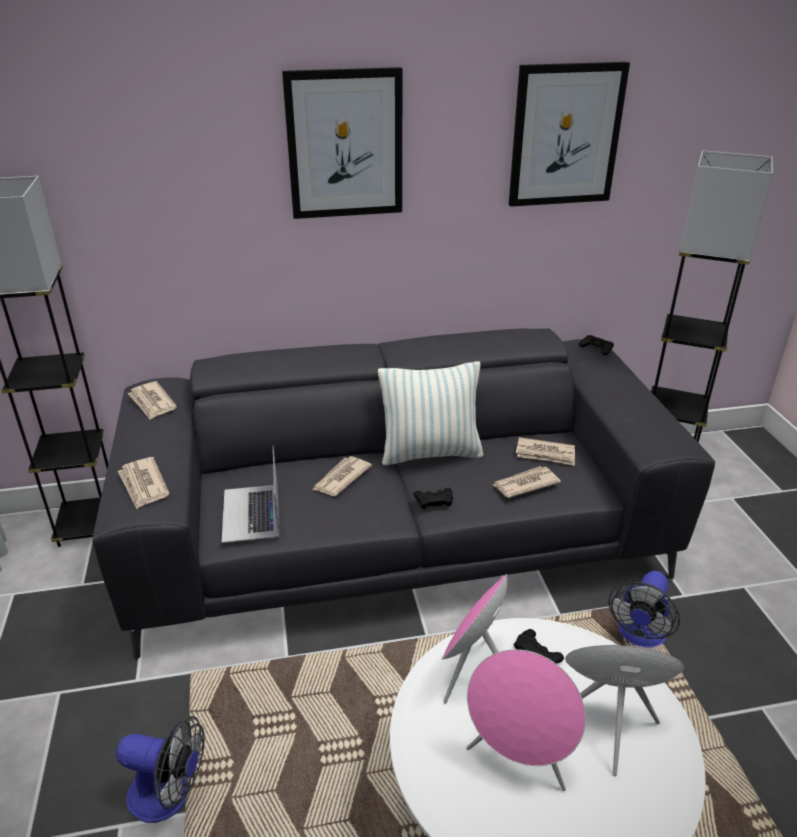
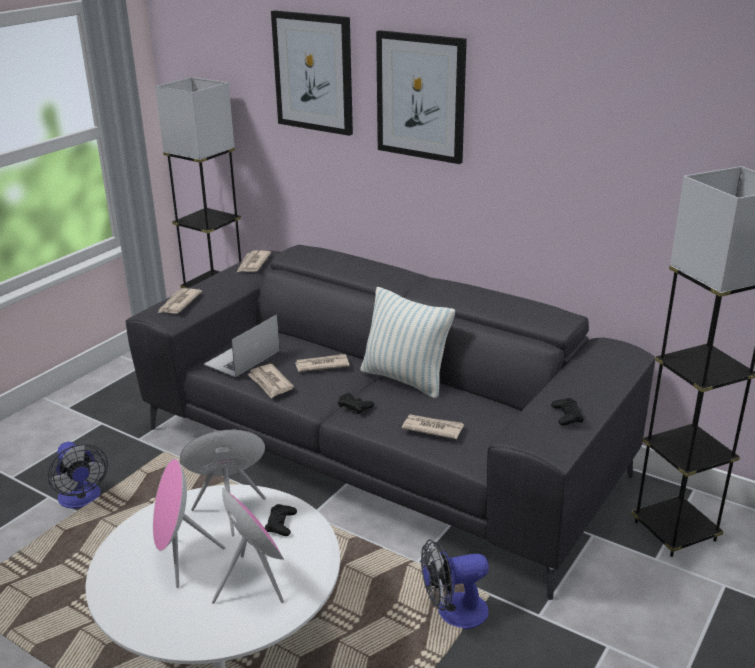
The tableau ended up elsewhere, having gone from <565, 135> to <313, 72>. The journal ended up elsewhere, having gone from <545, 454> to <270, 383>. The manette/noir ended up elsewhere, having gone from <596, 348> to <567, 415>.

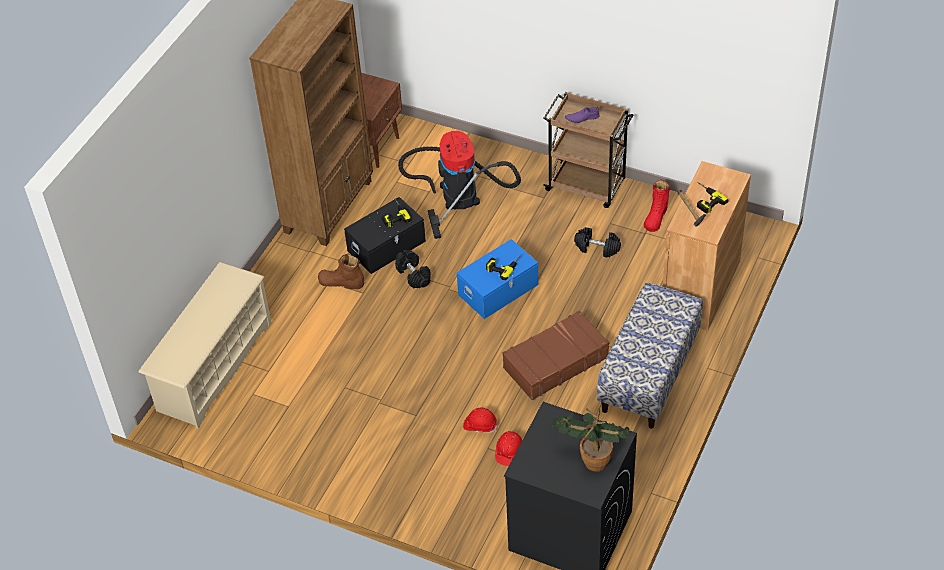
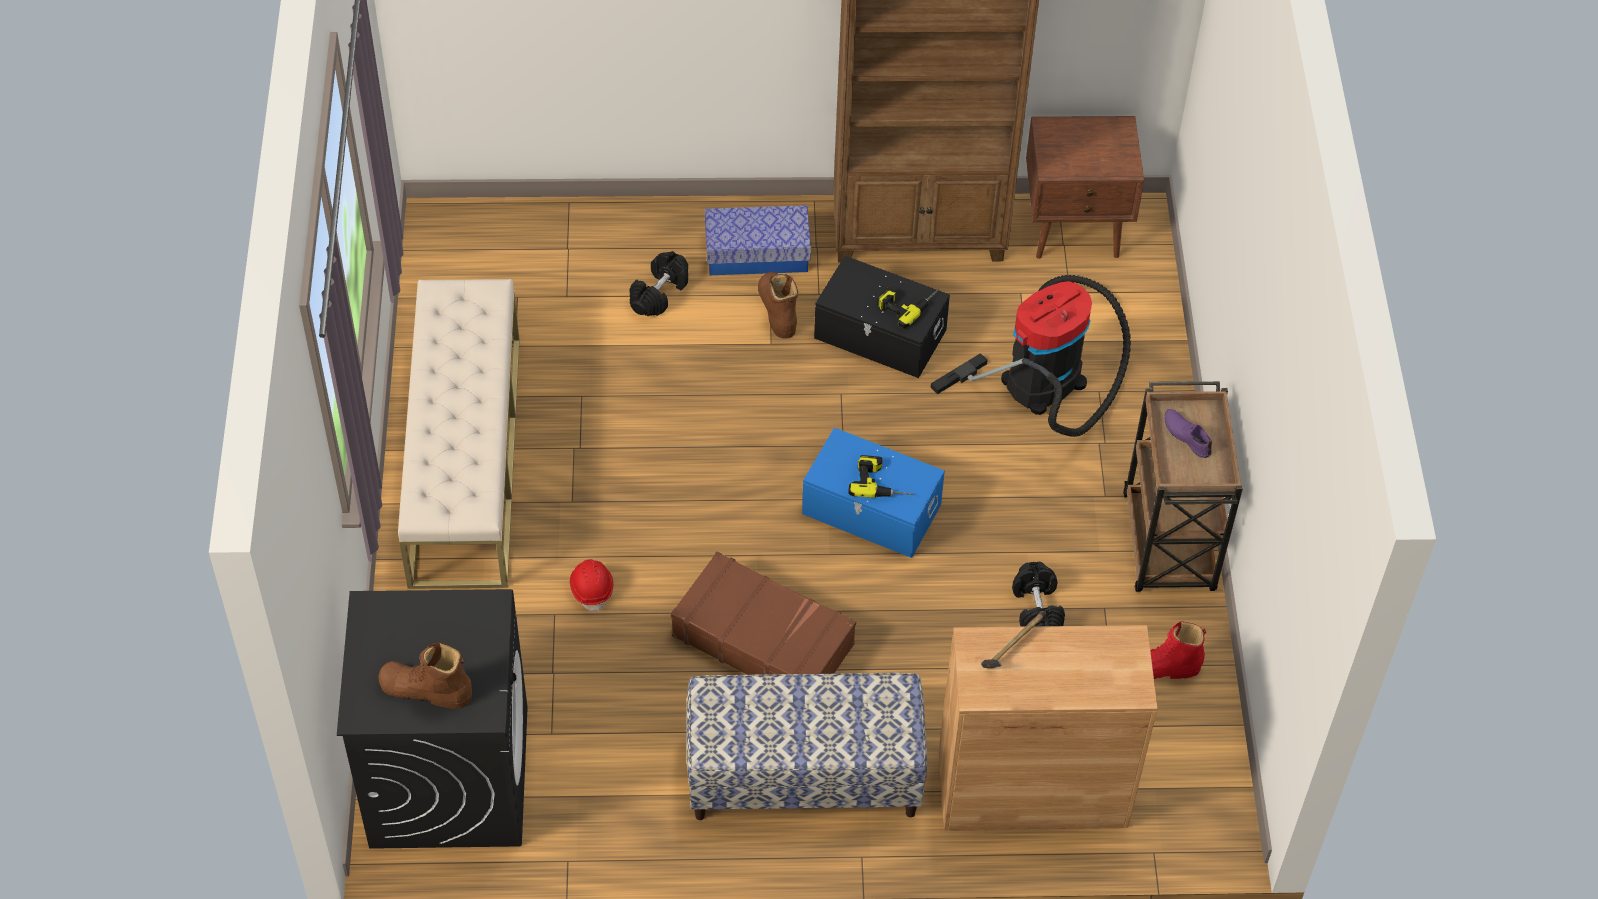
The second view lost the étagère à chaussures/beige at <214, 366>. The second view lost the casque de chantier/rouge at <509, 452>. The second view lost the perceuse at <705, 199>. The second view gained the banc/beige at <465, 459>. The second view gained the boîte de rangement at <757, 253>. The haltère/noir ended up elsewhere, having gone from <414, 275> to <659, 294>. Where the plante en pot stood at <591, 459>, the botte/marron came to stand at <426, 689>.

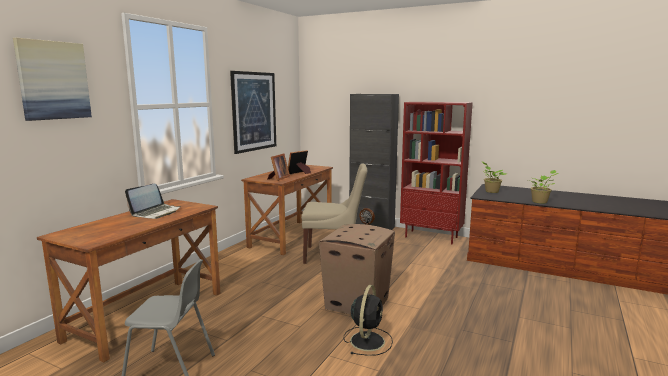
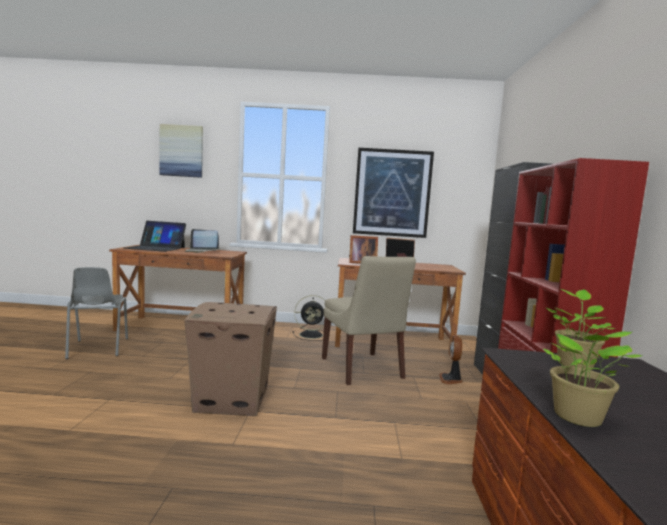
The second view gained the ordinateur portable at <155, 248>. The ventilateur/noir ended up elsewhere, having gone from <367, 340> to <312, 335>.

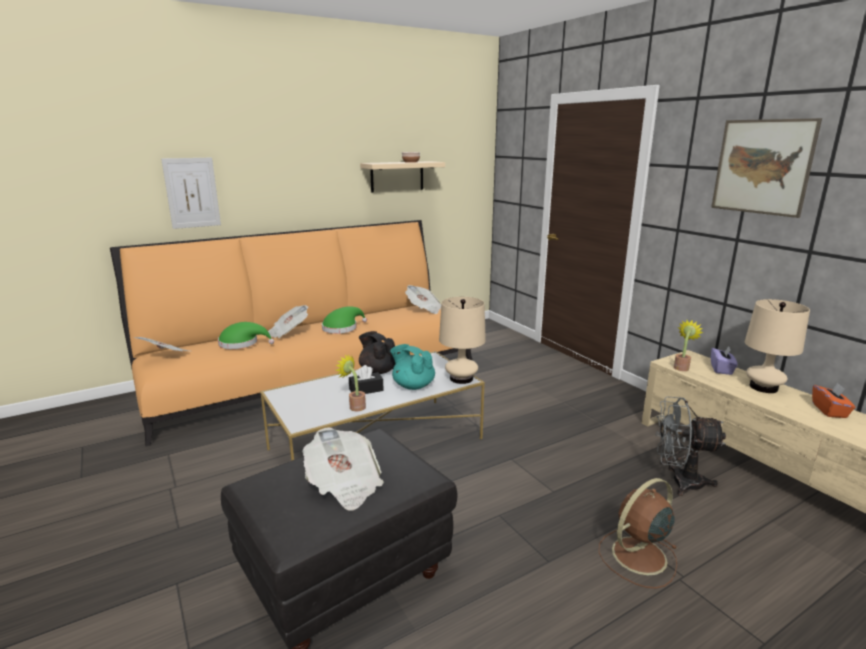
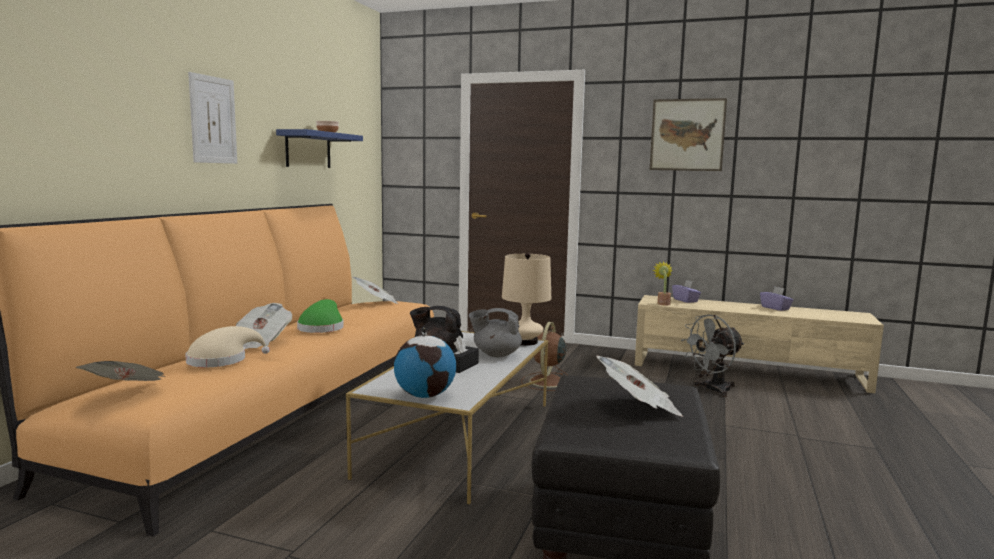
The second view lost the plante en pot at <355, 406>. The second view lost the lampe de table/beige at <763, 387>. The second view gained the globe at <425, 395>. The tableau ended up elsewhere, having gone from <192, 193> to <213, 120>. The ventilateur/marron ended up elsewhere, having gone from <637, 556> to <547, 382>. What was the chapeau/vert at <242, 343> turned into the chapeau/beige at <222, 360>. What was the étagère/beige at <397, 176> turned into the étagère/bleu at <308, 150>. What was the théière/turquoise at <413, 385> turned into the théière/gris at <496, 354>. What was the boîte à mouchoirs/orange at <829, 411> turned into the boîte à mouchoirs/violet at <775, 308>.

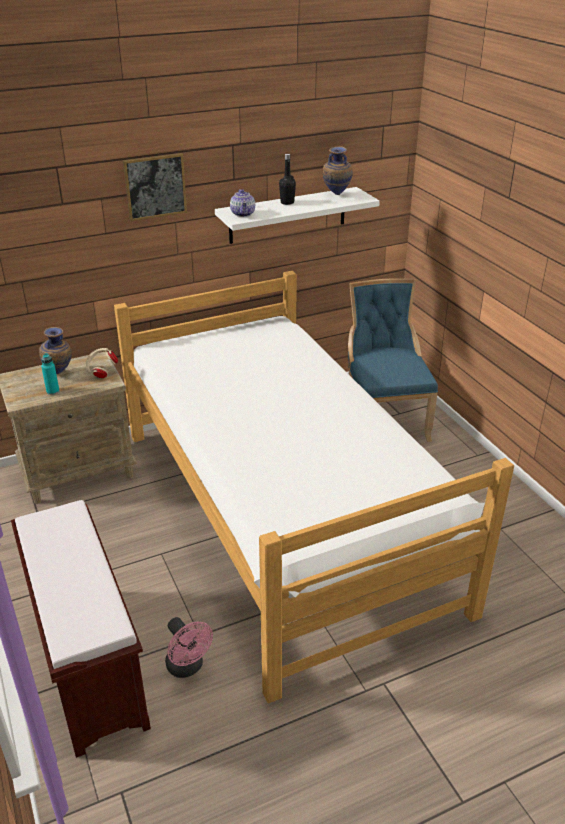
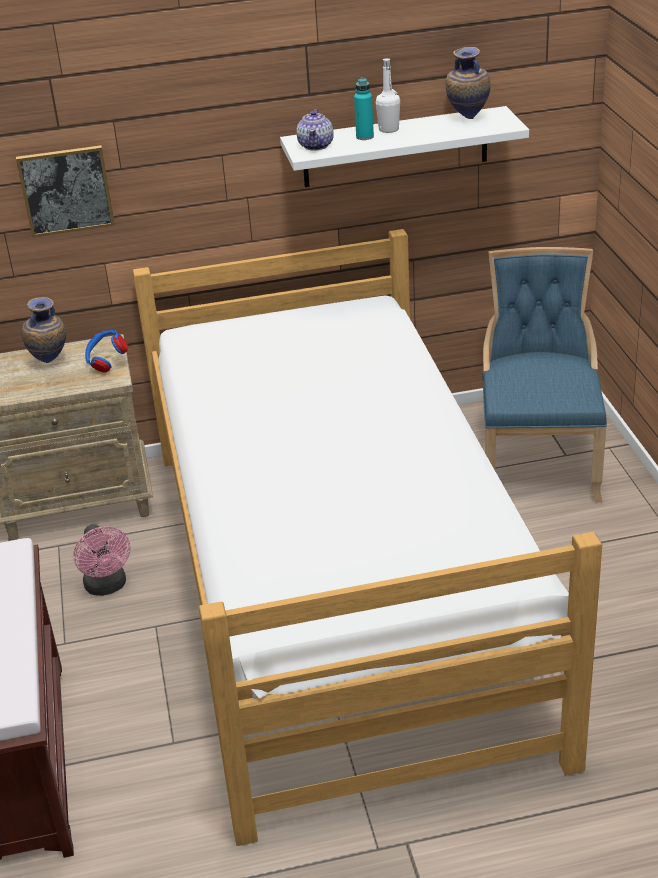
The bouteille/turquoise ended up elsewhere, having gone from <53, 391> to <365, 137>. The tableau ended up elsewhere, having gone from <155, 186> to <66, 190>. The ventilateur/rose ended up elsewhere, having gone from <188, 667> to <107, 587>. What was the casque audio/beige at <101, 372> turned into the casque audio/bleu at <106, 363>. What was the bouteille/noir at <287, 202> turned into the bouteille/blanc at <388, 129>.

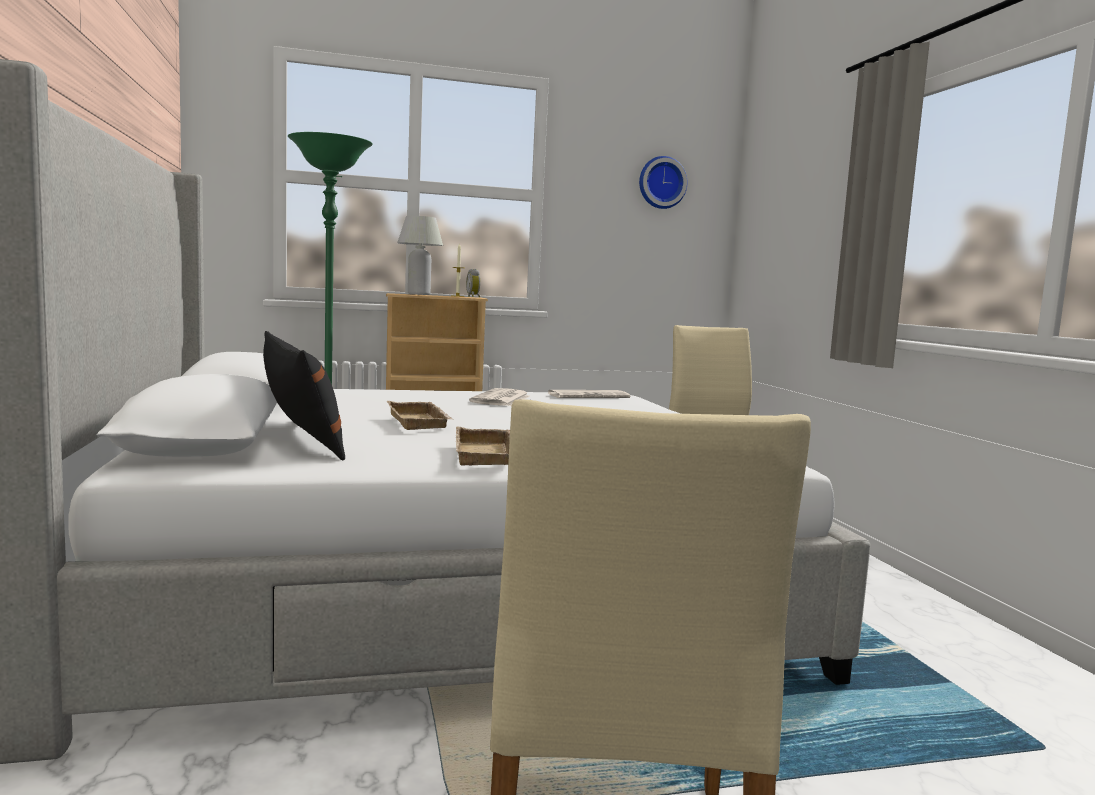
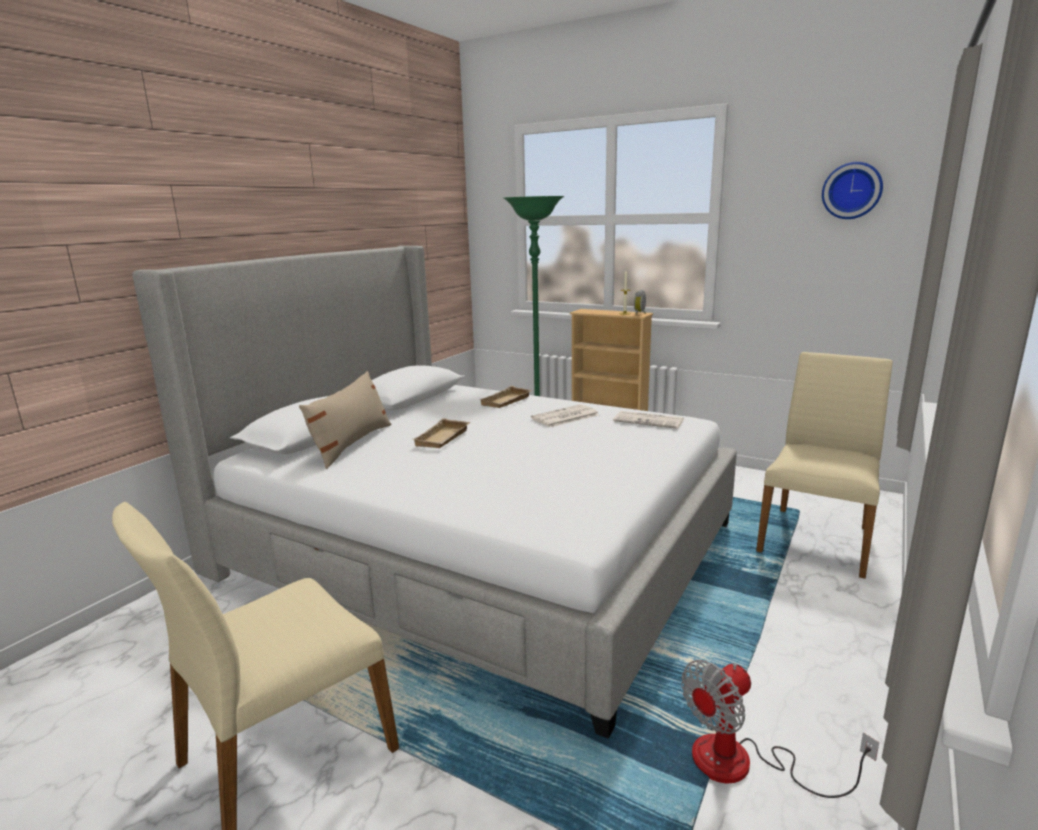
The second view lost the lampe de table/blanc at <419, 294>. The second view gained the ventilateur at <743, 764>. The plateau/beige ended up elsewhere, having gone from <488, 455> to <506, 402>. What was the coussin/noir at <300, 438> turned into the coussin/beige at <352, 444>.

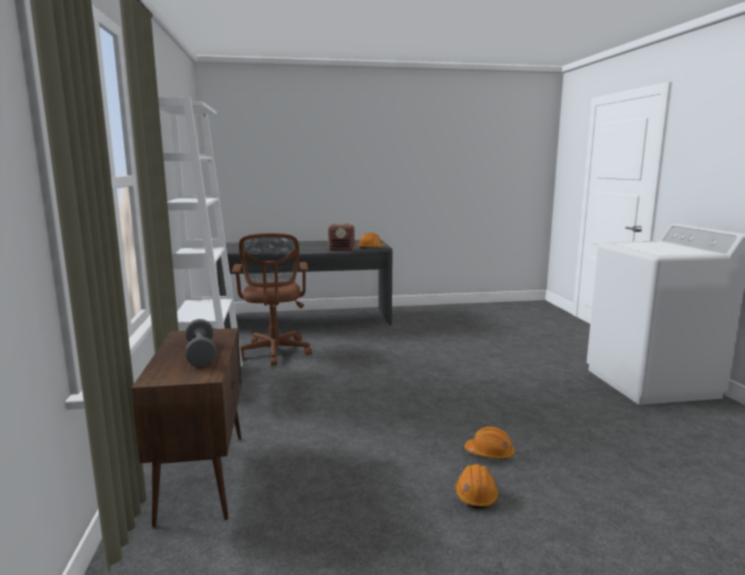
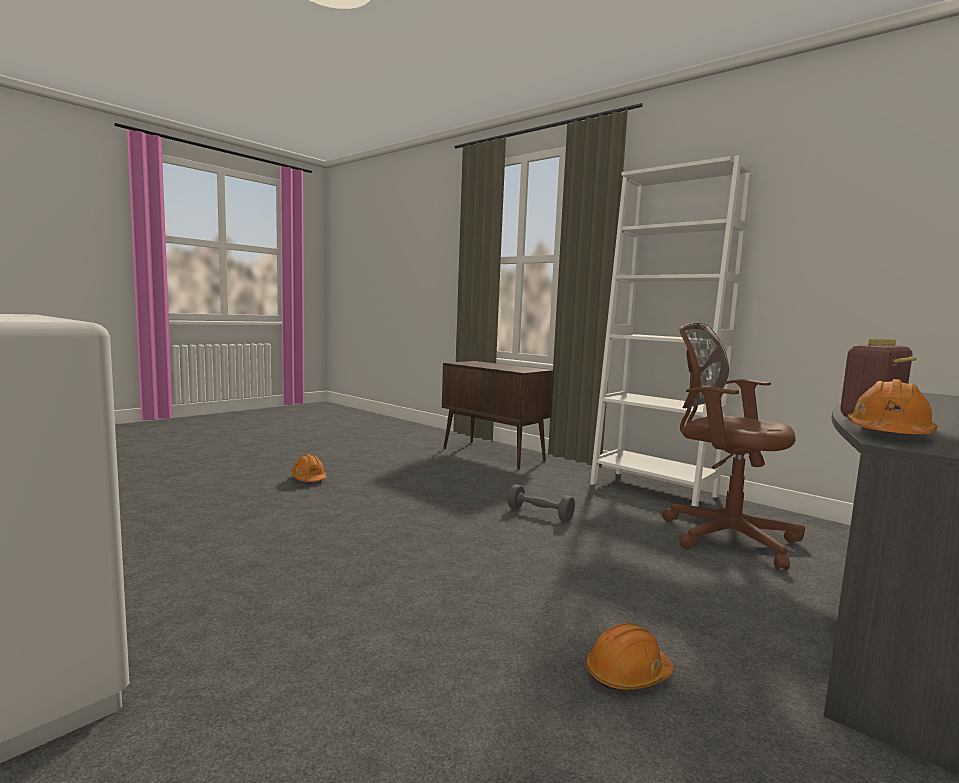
The haltère/gris ended up elsewhere, having gone from <201, 354> to <540, 514>. The casque de chantier/orange ended up elsewhere, having gone from <490, 453> to <627, 674>.

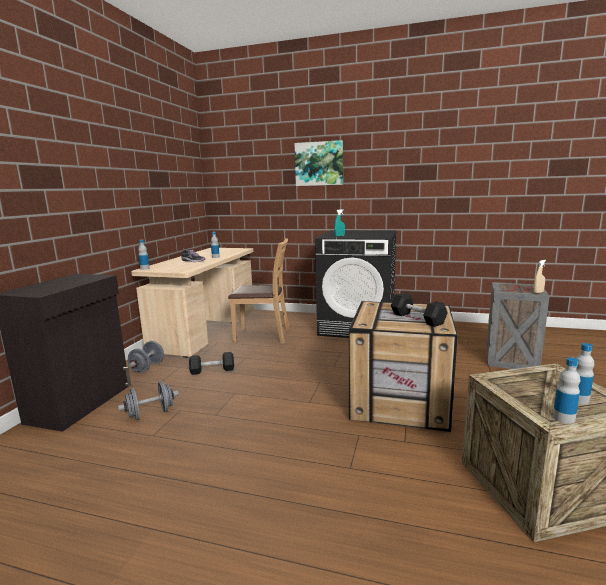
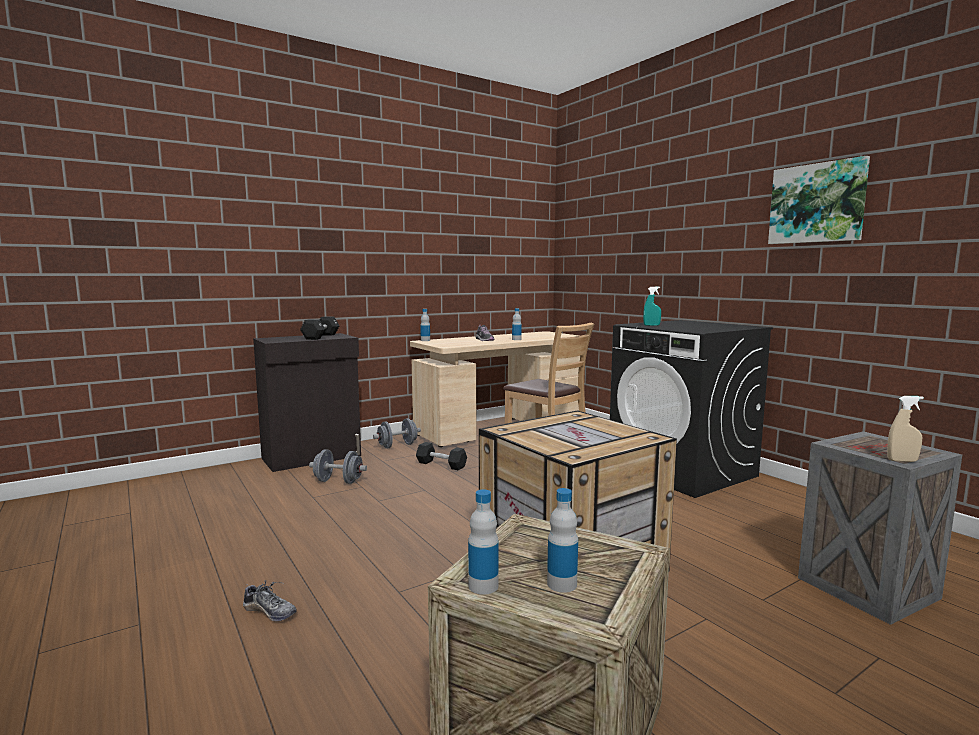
The second view gained the chaussure at <270, 612>. The tableau ended up elsewhere, having gone from <319, 163> to <817, 203>. The haltère/noir ended up elsewhere, having gone from <417, 319> to <321, 337>.

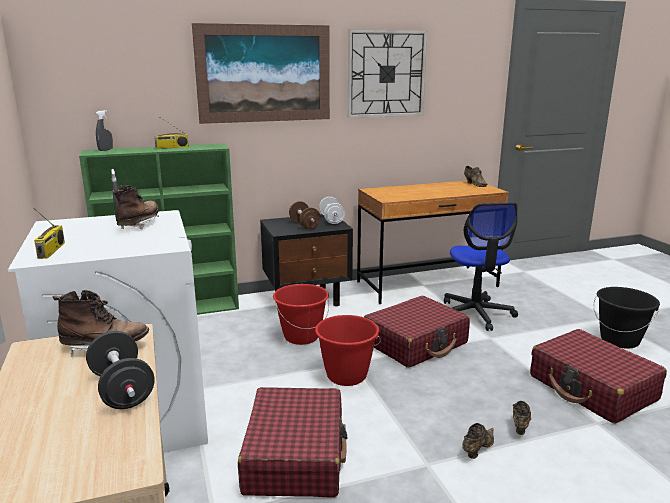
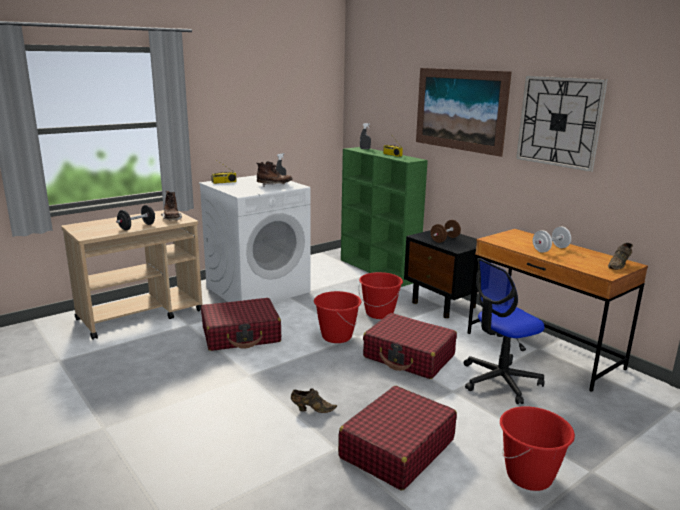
The second view lost the chaussure/marron at <477, 449>. The haltère/blanc ended up elsewhere, having gone from <331, 220> to <550, 249>. What was the seau/noir at <620, 340> turned into the seau/rouge at <529, 476>.

